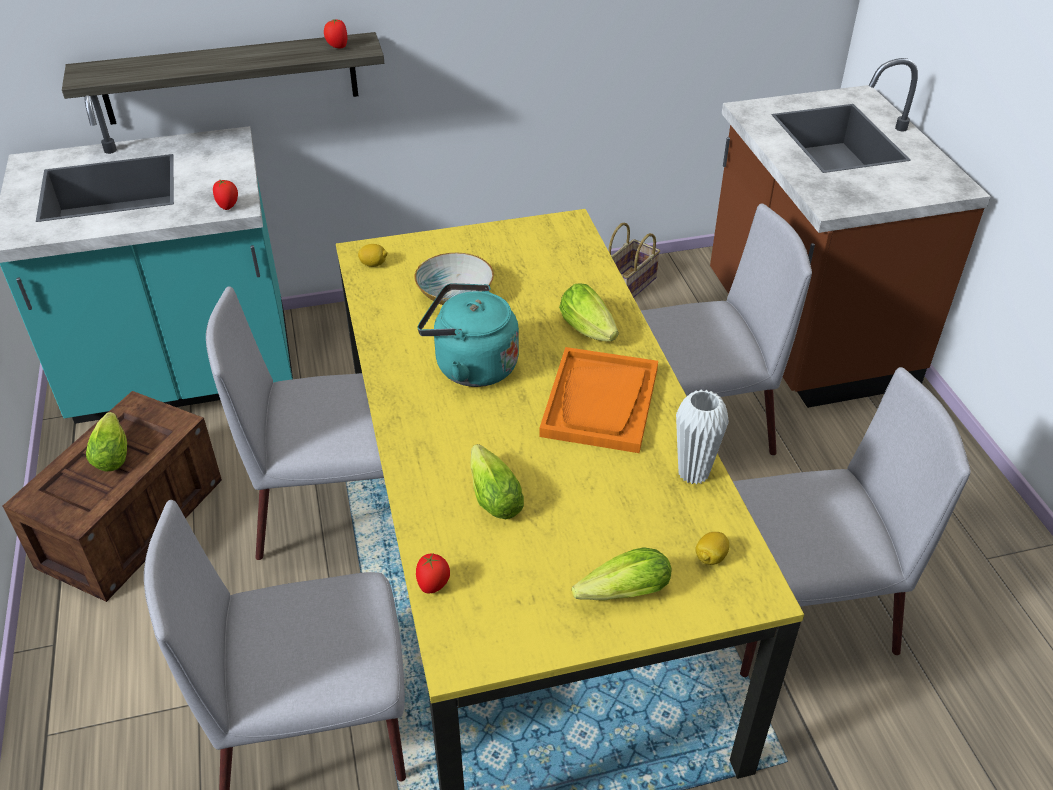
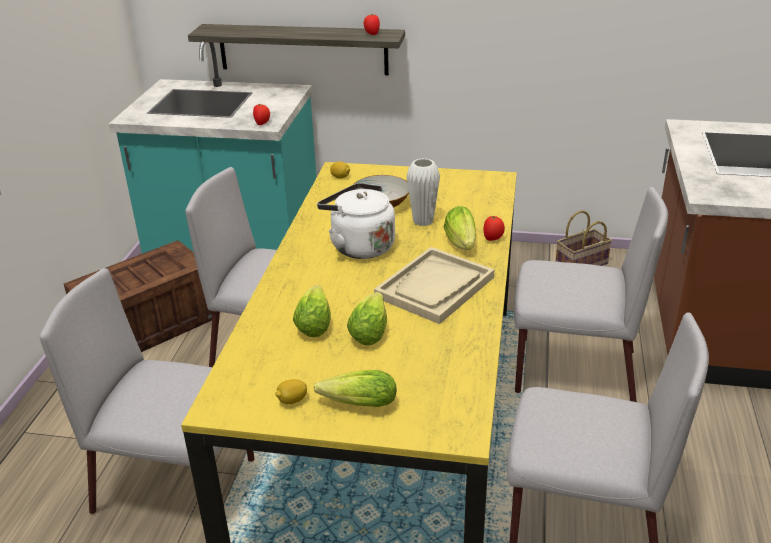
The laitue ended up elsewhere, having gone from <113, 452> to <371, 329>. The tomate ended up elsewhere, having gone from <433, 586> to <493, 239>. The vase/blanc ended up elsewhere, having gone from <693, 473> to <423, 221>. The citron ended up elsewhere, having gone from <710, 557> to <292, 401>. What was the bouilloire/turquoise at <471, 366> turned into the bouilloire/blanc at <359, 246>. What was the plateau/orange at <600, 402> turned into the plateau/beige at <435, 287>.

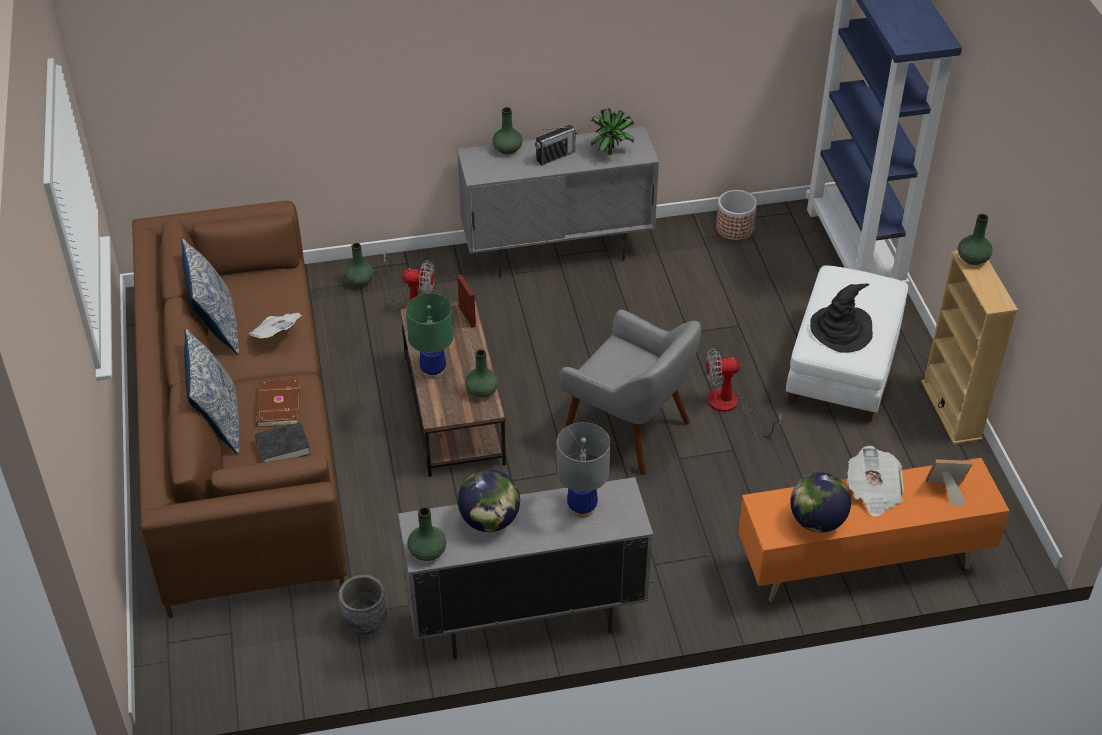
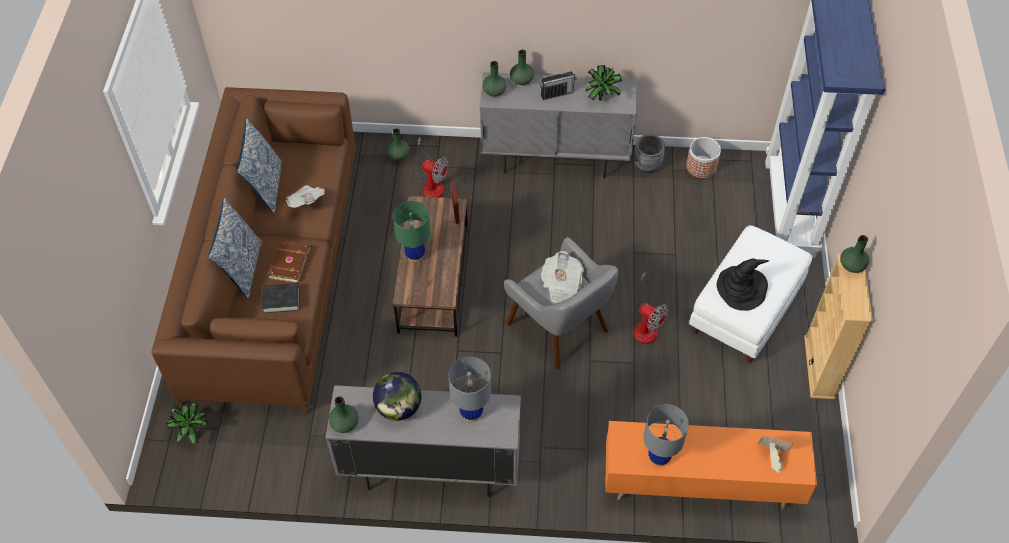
The second view gained the plante en pot at <192, 432>. The cache-pot/gris ended up elsewhere, having gone from <365, 622> to <647, 165>. The vase/vert ended up elsewhere, having gone from <482, 391> to <494, 91>. The journal ended up elsewhere, having gone from <873, 492> to <561, 285>. Where the globe stood at <816, 521>, the lampe de table/gris came to stand at <658, 457>. The ventilateur at <731, 407> ended up facing another way, 150 degrees counterclockwise from before.

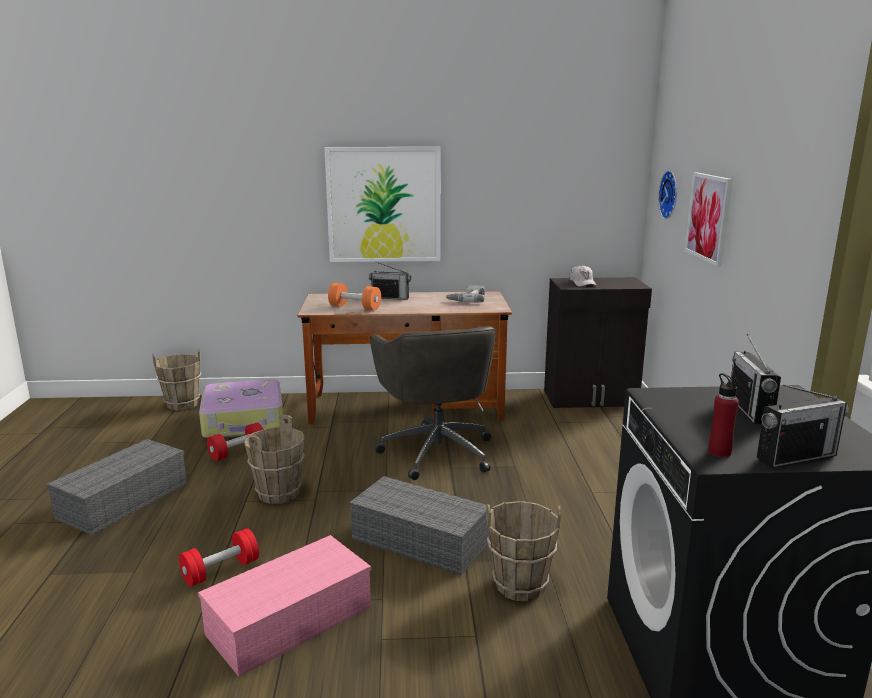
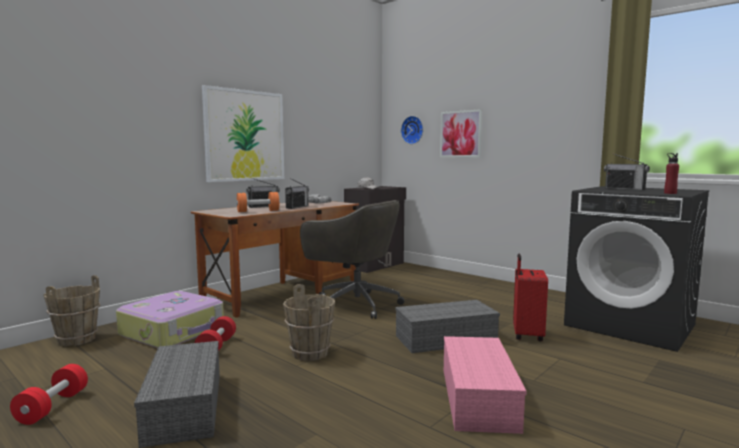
The haltère/rouge ended up elsewhere, having gone from <221, 571> to <52, 407>. The radio ended up elsewhere, having gone from <796, 457> to <297, 207>. Where the seau/marron stood at <520, 585>, the valise/rouge came to stand at <526, 335>.

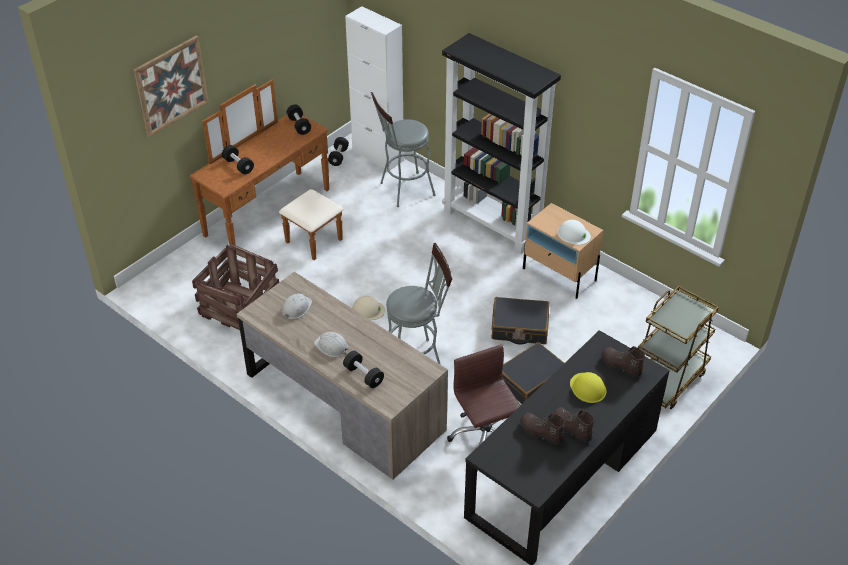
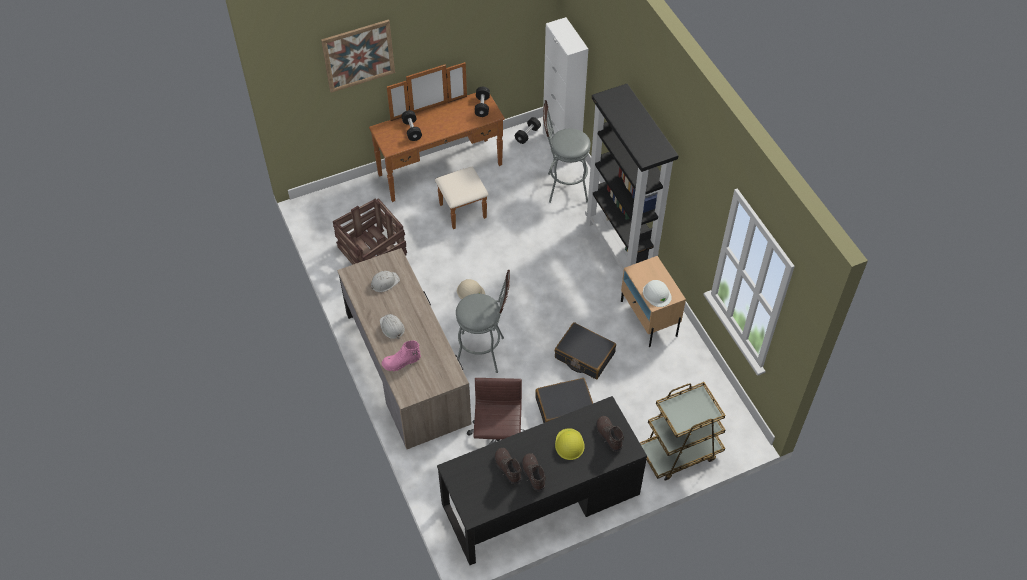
Where the haltère/noir stood at <363, 375>, the botte/rose came to stand at <401, 362>.

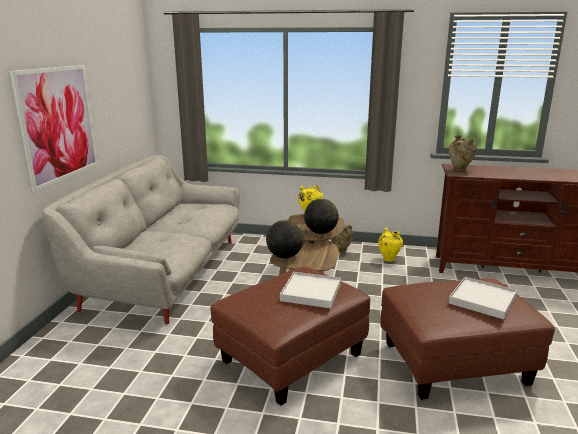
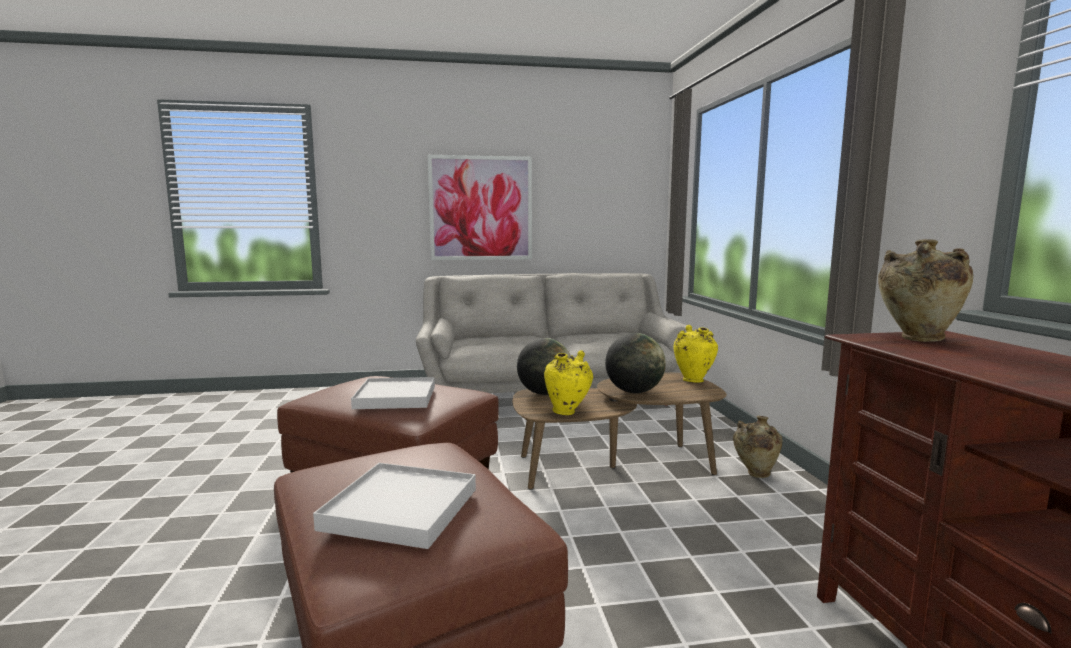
The vase/jaune ended up elsewhere, having gone from <389, 259> to <567, 412>.

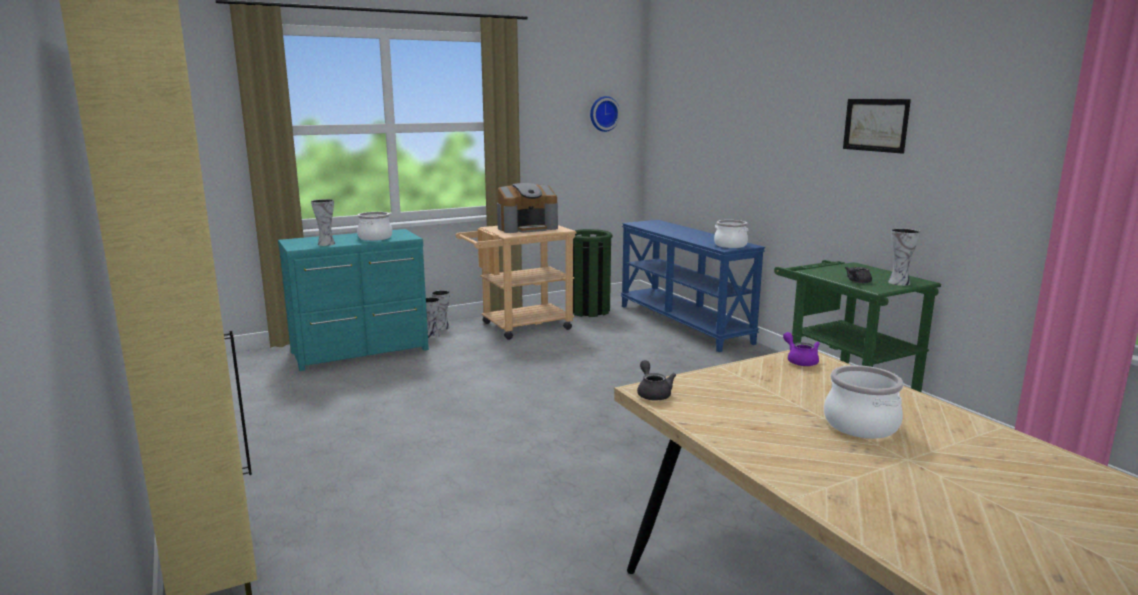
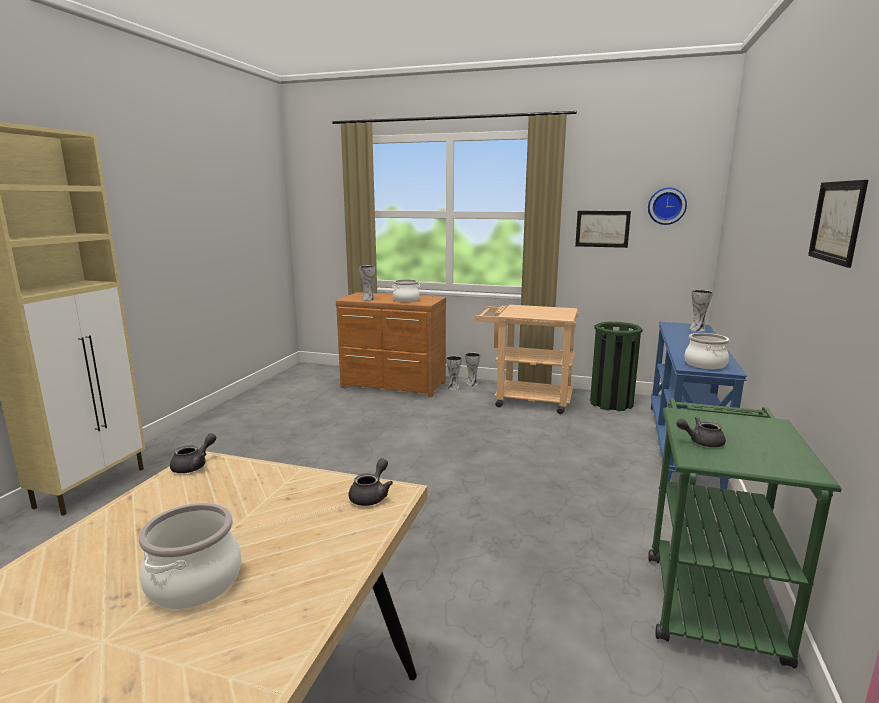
The second view lost the machine à café at <527, 228>. The second view gained the tableau at <602, 229>. The vase ended up elsewhere, having gone from <899, 282> to <697, 329>. What was the commode/turquoise at <361, 351> turned into the commode/marron at <393, 385>. What was the théière/violet at <800, 361> turned into the théière/gris at <371, 496>.

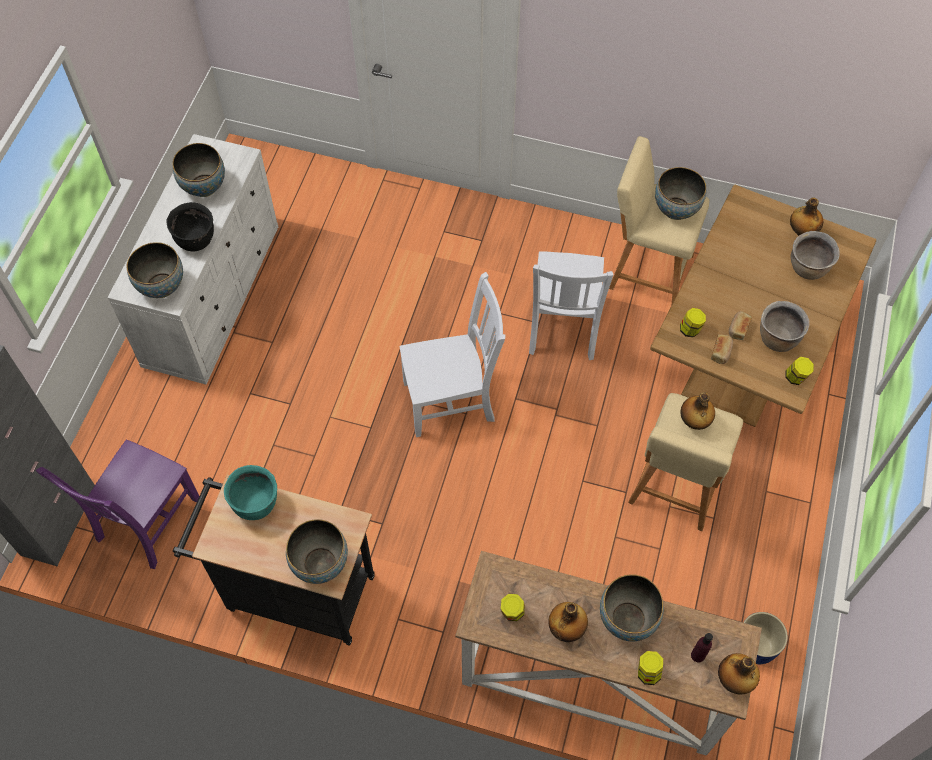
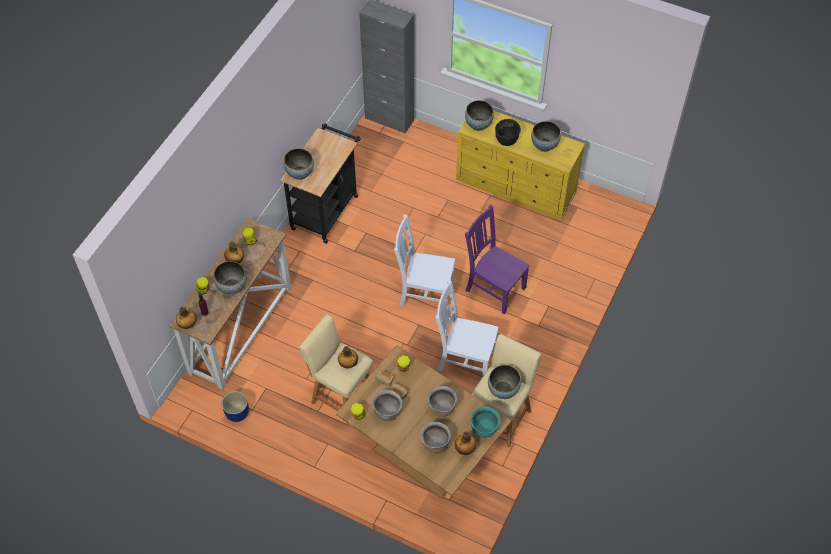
The second view gained the marmite/marron at <441, 408>. The chaise/violet ended up elsewhere, having gone from <146, 522> to <493, 288>. The marmite/turquoise ended up elsewhere, having gone from <256, 503> to <484, 429>. What was the commode/blanc at <213, 296> turned into the commode/jaune at <516, 187>. The chaise/blanc at <452, 400> ended up facing another way, 105 degrees clockwise from before.

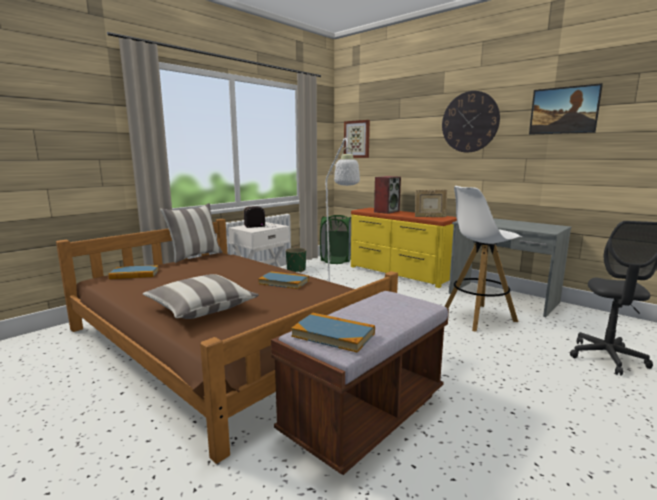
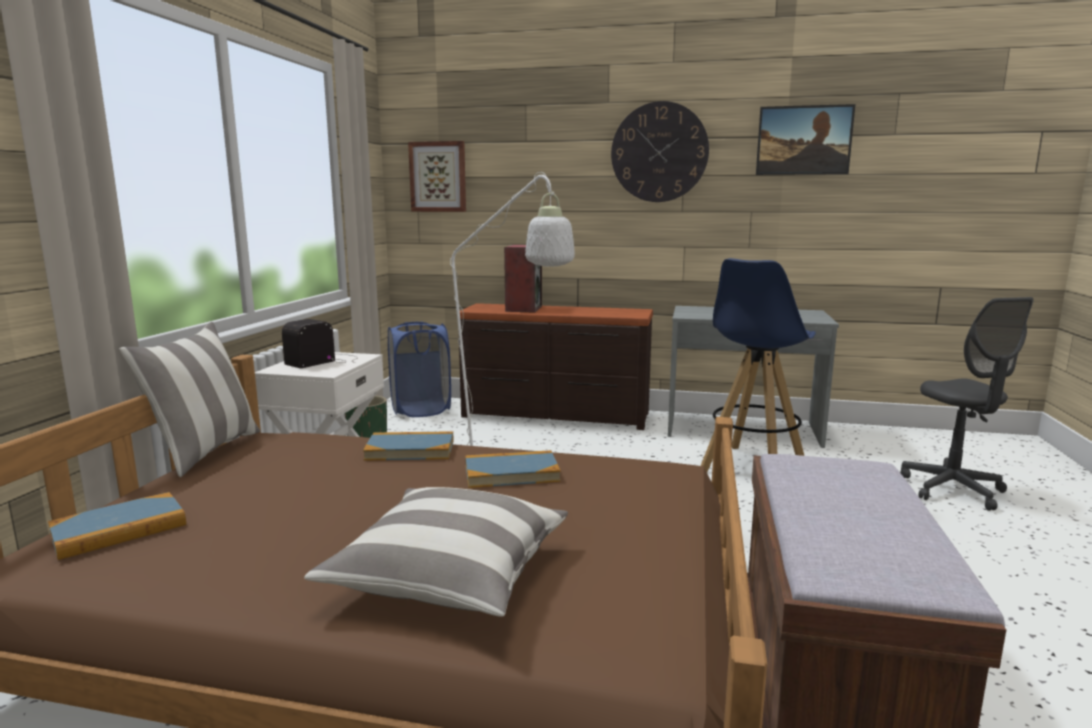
The second view lost the cadre photo at <429, 217>. The livre ended up elsewhere, having gone from <333, 335> to <410, 450>. What was the panier à linge/vert at <336, 260> turned into the panier à linge/bleu at <420, 409>. What was the commode/jaune at <399, 273> turned into the commode/marron at <555, 415>. What was the tabouret/blanc at <477, 317> turned into the tabouret/bleu at <752, 467>.

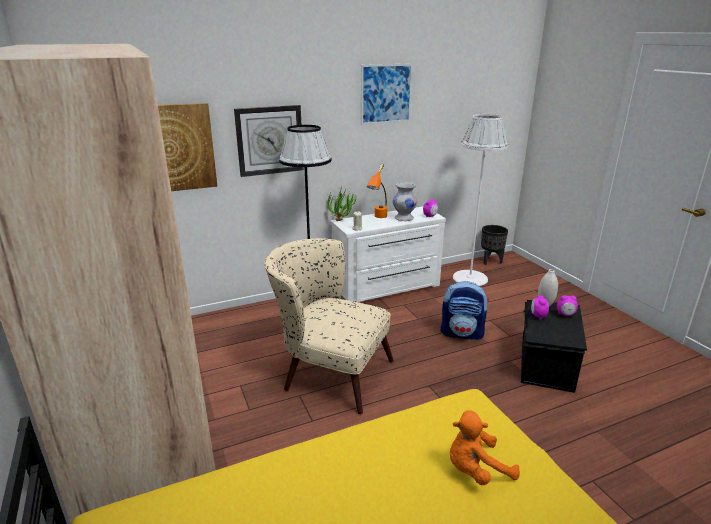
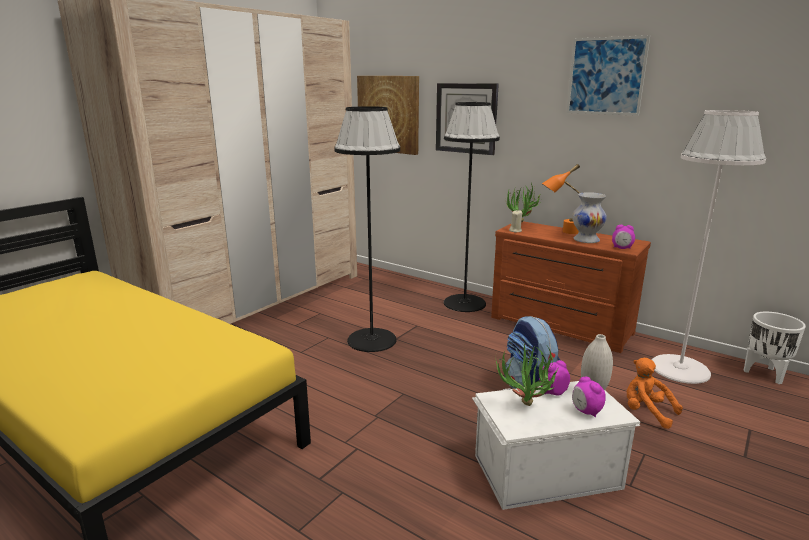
The second view gained the plante en pot at <526, 409>. The peluche/orange ended up elsewhere, having gone from <476, 470> to <646, 412>. Where the fauteuil/beige stood at <329, 372>, the lampadaire/noir came to stand at <372, 340>. What was the commode/blanc at <388, 288> turned into the commode/marron at <559, 326>. What was the cache-pot/noir at <490, 261> turned into the cache-pot/blanc at <764, 374>. What was the boîte de rangement/noir at <545, 363> turned into the boîte de rangement/blanc at <544, 470>.

